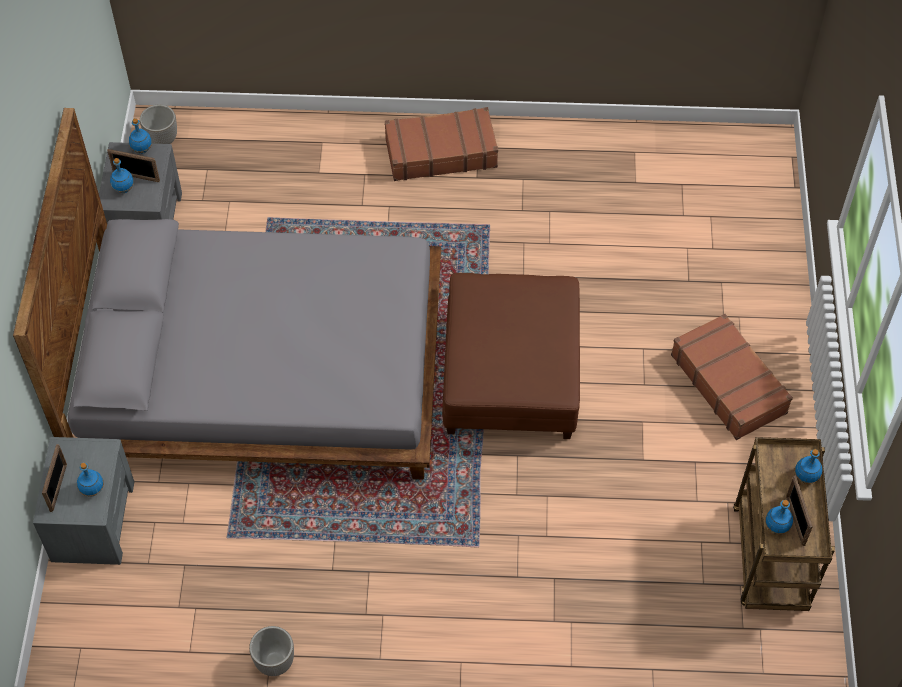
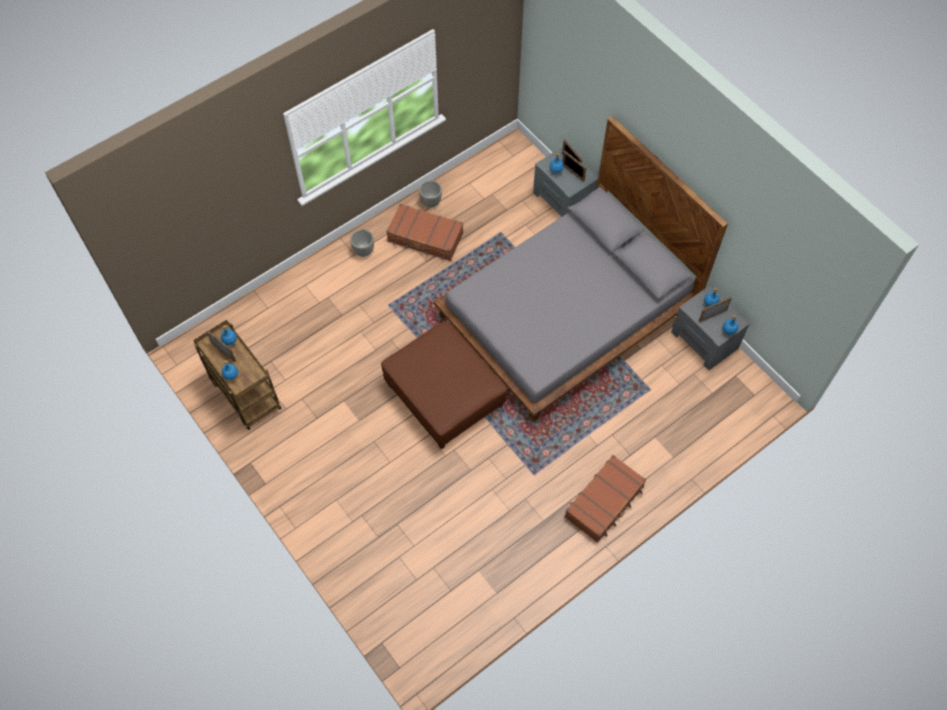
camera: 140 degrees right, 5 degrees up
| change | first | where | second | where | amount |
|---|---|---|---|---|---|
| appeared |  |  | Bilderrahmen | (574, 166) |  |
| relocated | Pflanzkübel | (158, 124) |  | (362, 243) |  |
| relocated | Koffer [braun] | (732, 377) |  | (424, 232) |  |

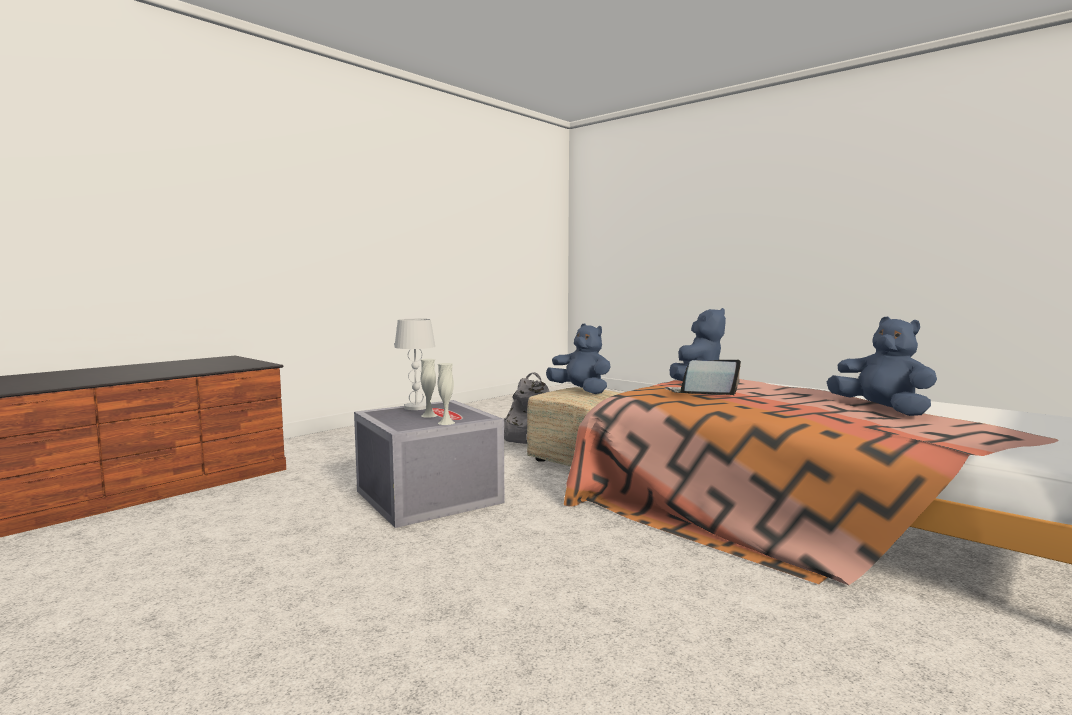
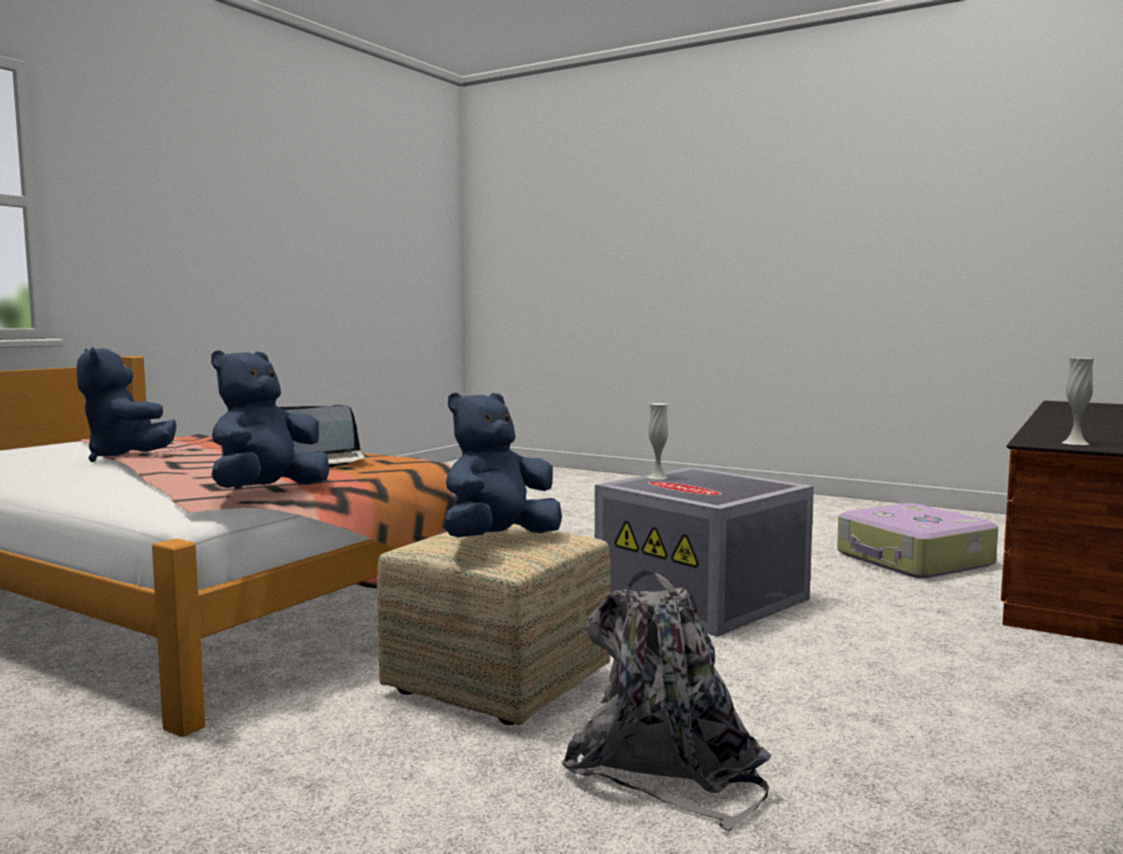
camera: 170 degrees right, 0 degrees up
| change | first | where | second | where | amount |
|---|---|---|---|---|---|
| missing | Tischlampe [weiß] | (414, 364) |  |  |  |
| appeared |  |  | Koffer | (917, 540) |  |
| relocated | Vase [weiß] | (429, 388) |  | (1078, 401) |  |
| spun | Plüschtier [blau] | (578, 358) |  | (503, 464) | 105 degrees clockwise |

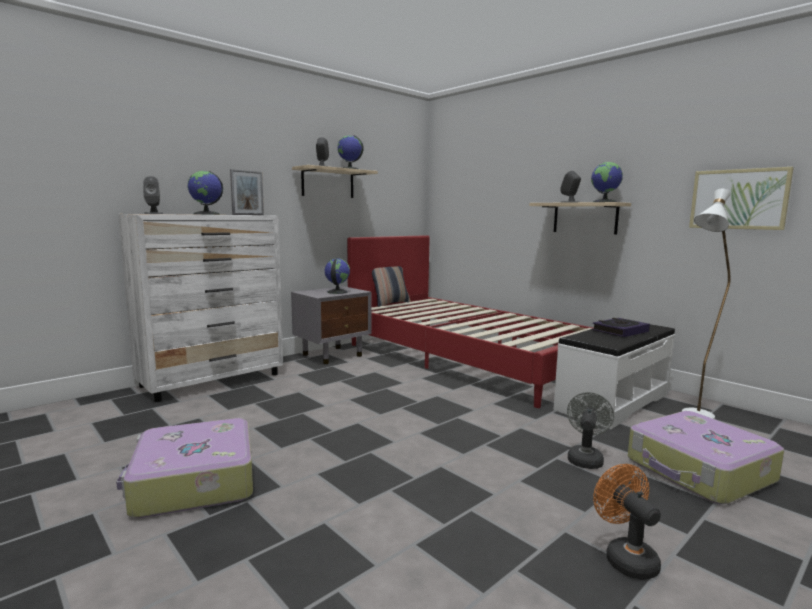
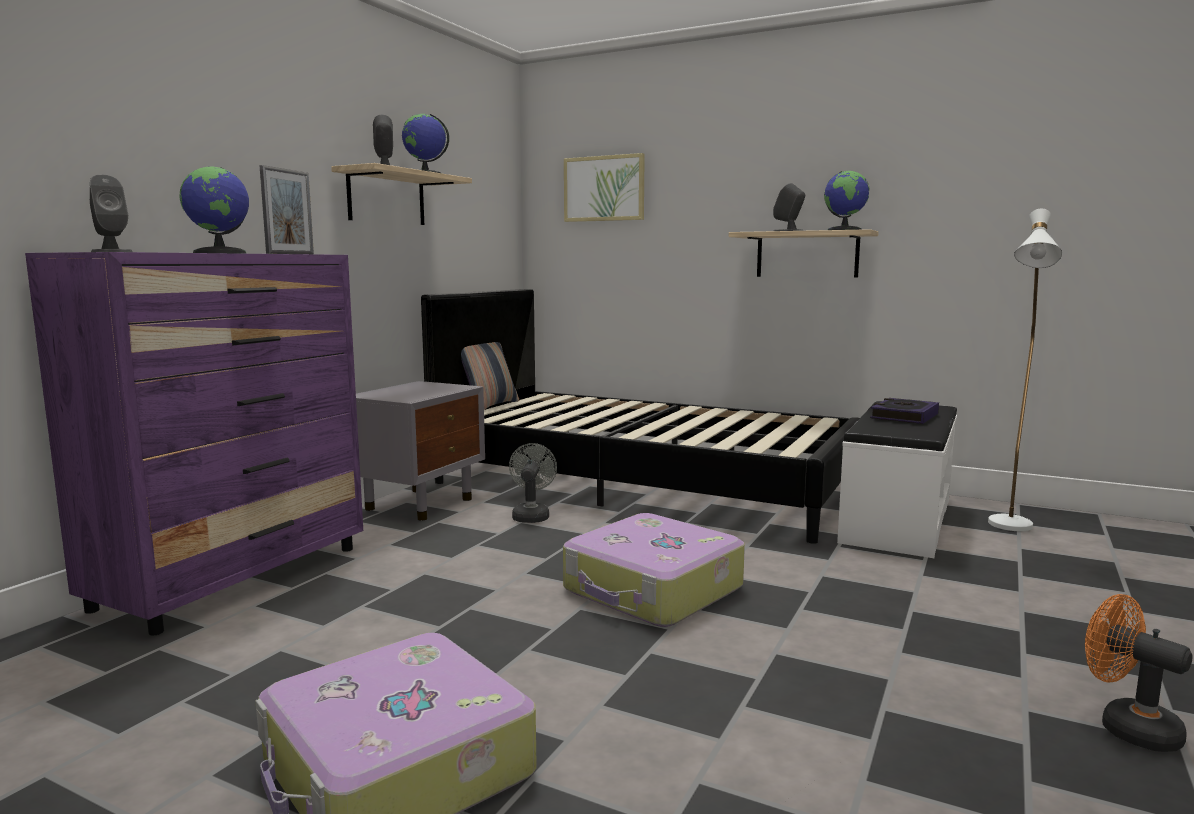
camera: 20 degrees left, 0 degrees up
| change | first | where | second | where | amount |
|---|---|---|---|---|---|
| missing | Globus | (337, 276) |  |  |  |
| relocated | Ventilator [grau] | (590, 430) |  | (533, 483) |  |
| relocated | Koffer | (706, 458) |  | (654, 570) |  |
| relocated | Bild | (741, 198) |  | (604, 187) |  |
| colour | Kommode [weiß] | (200, 308) | Kommode [lila] | (194, 443) |  |
| colour | Bett [rot] | (470, 321) | Bett [schwarz] | (640, 416) |  |

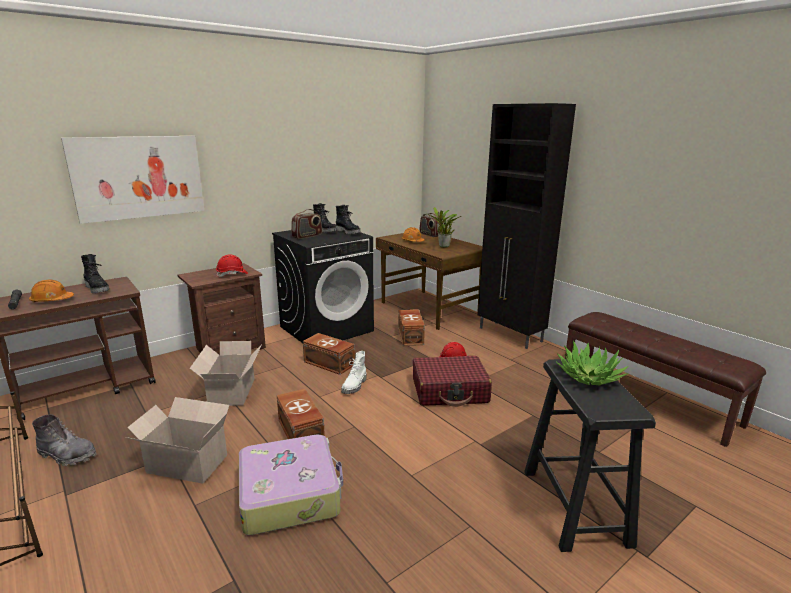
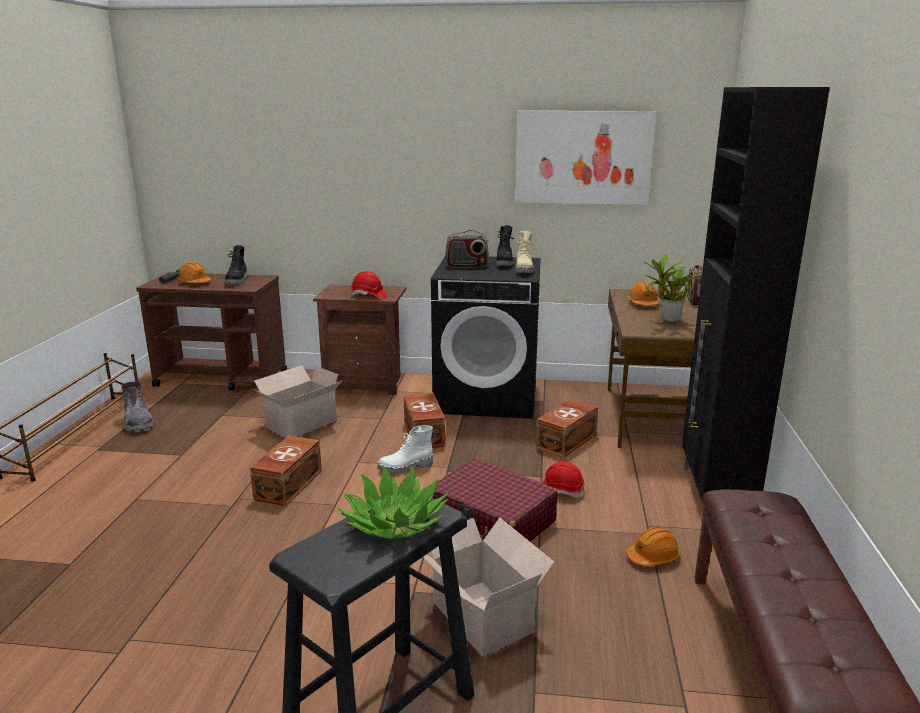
camera: 45 degrees right, 0 degrees up
| change | first | where | second | where | amount |
|---|---|---|---|---|---|
| missing | Koffer | (291, 485) |  |  |  |
| appeared |  |  | Schutzhelm [orange] | (653, 546) |  |
| relocated | Bild | (132, 180) |  | (585, 158) |  |
| relocated | Karton | (177, 440) |  | (488, 587) |  |
| colour | Stiefel [schwarz] | (348, 219) | Stiefel [beige] | (524, 252) |  |

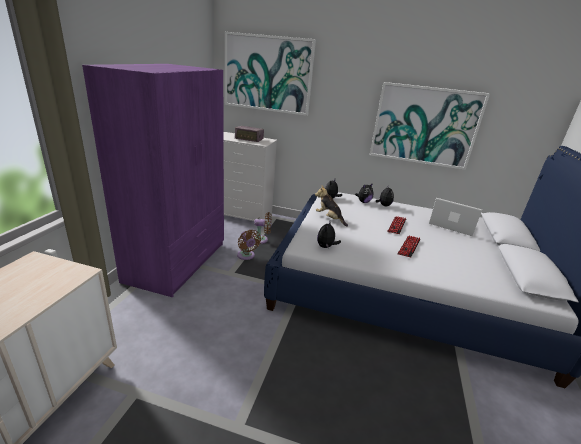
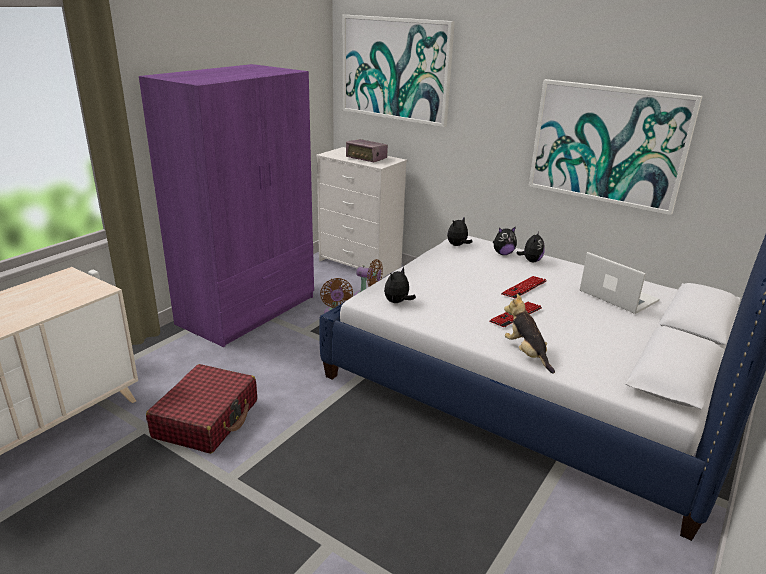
camera: 20 degrees right, 0 degrees up
| change | first | where | second | where | amount |
|---|---|---|---|---|---|
| appeared |  |  | Koffer [rot] | (201, 409) |  |
| relocated | Plüschtier | (331, 206) |  | (529, 334) |  |

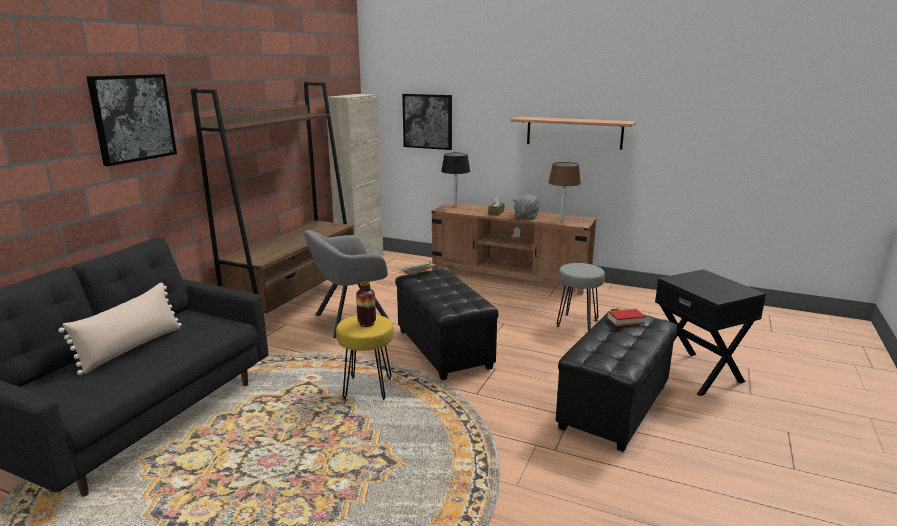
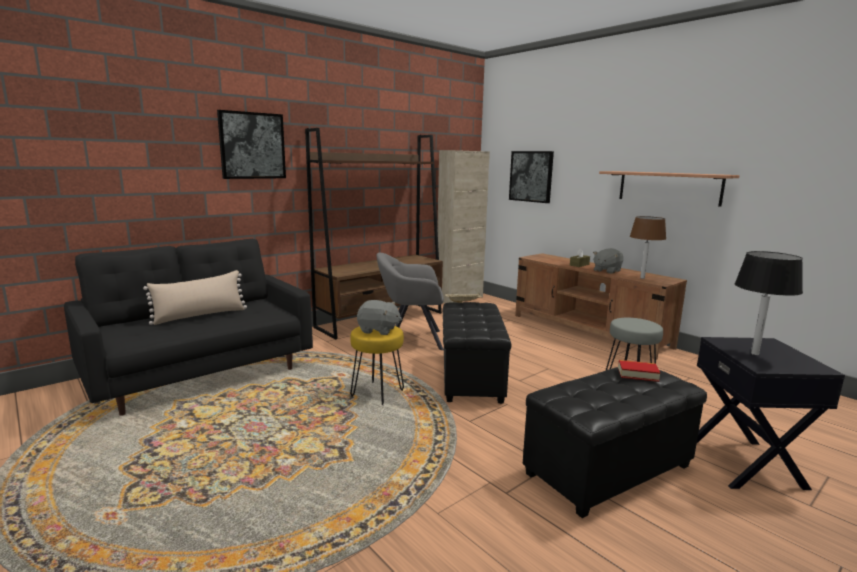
camera: 25 degrees right, 5 degrees down
| change | first | where | second | where | amount |
|---|---|---|---|---|---|
| relocated | Tischlampe [schwarz] | (455, 179) |  | (769, 303) |  |
| exchanged | Vase | (366, 304) | Plüschtier [grau] | (379, 317) |  |

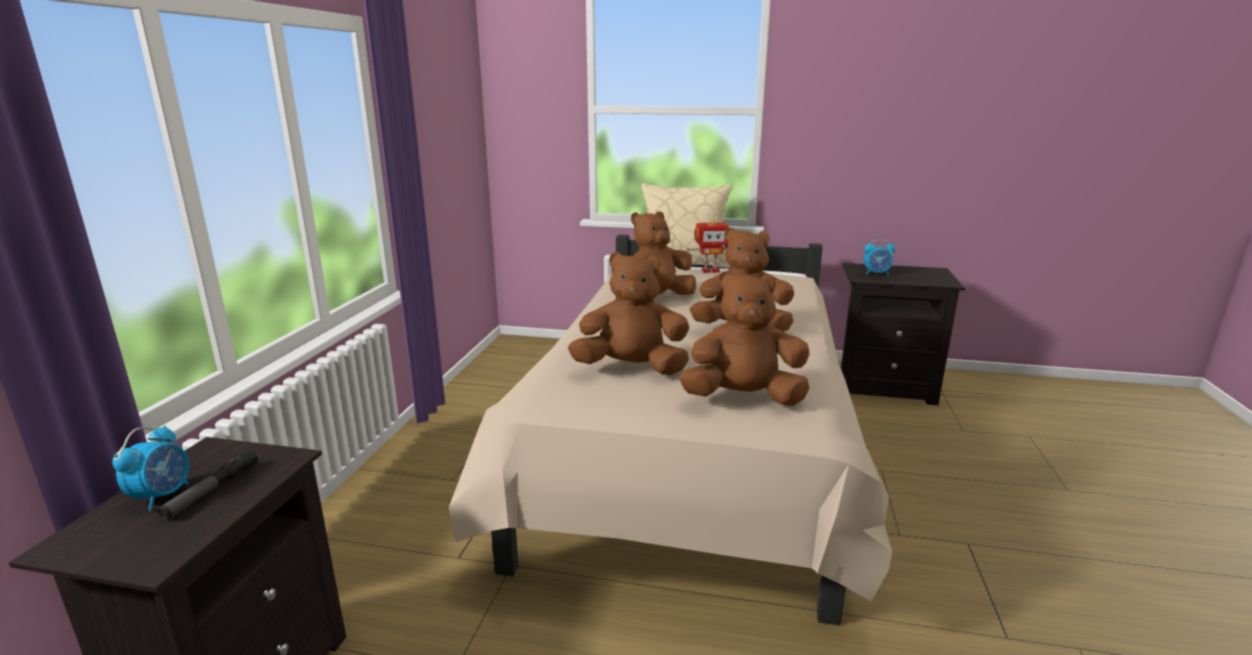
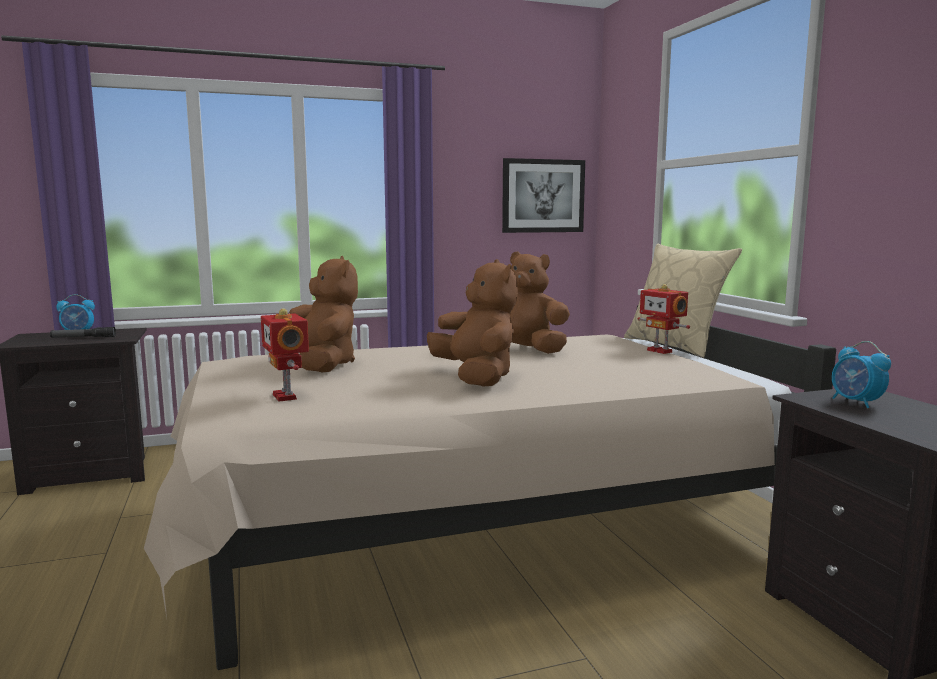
camera: 60 degrees right, 10 degrees down
| change | first | where | second | where | amount |
|---|---|---|---|---|---|
| appeared |  |  | Bild | (543, 195) |  |
| exchanged | Plüschtier [braun] | (744, 338) | Spielzeugroboter | (285, 355) |  |

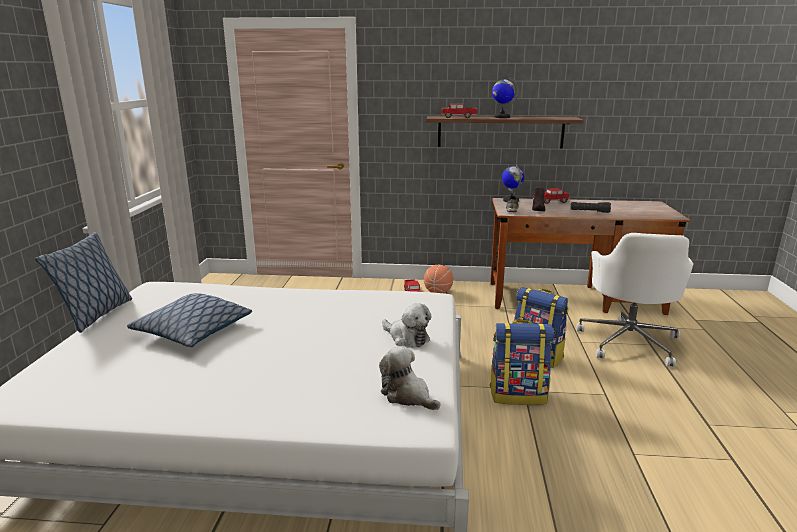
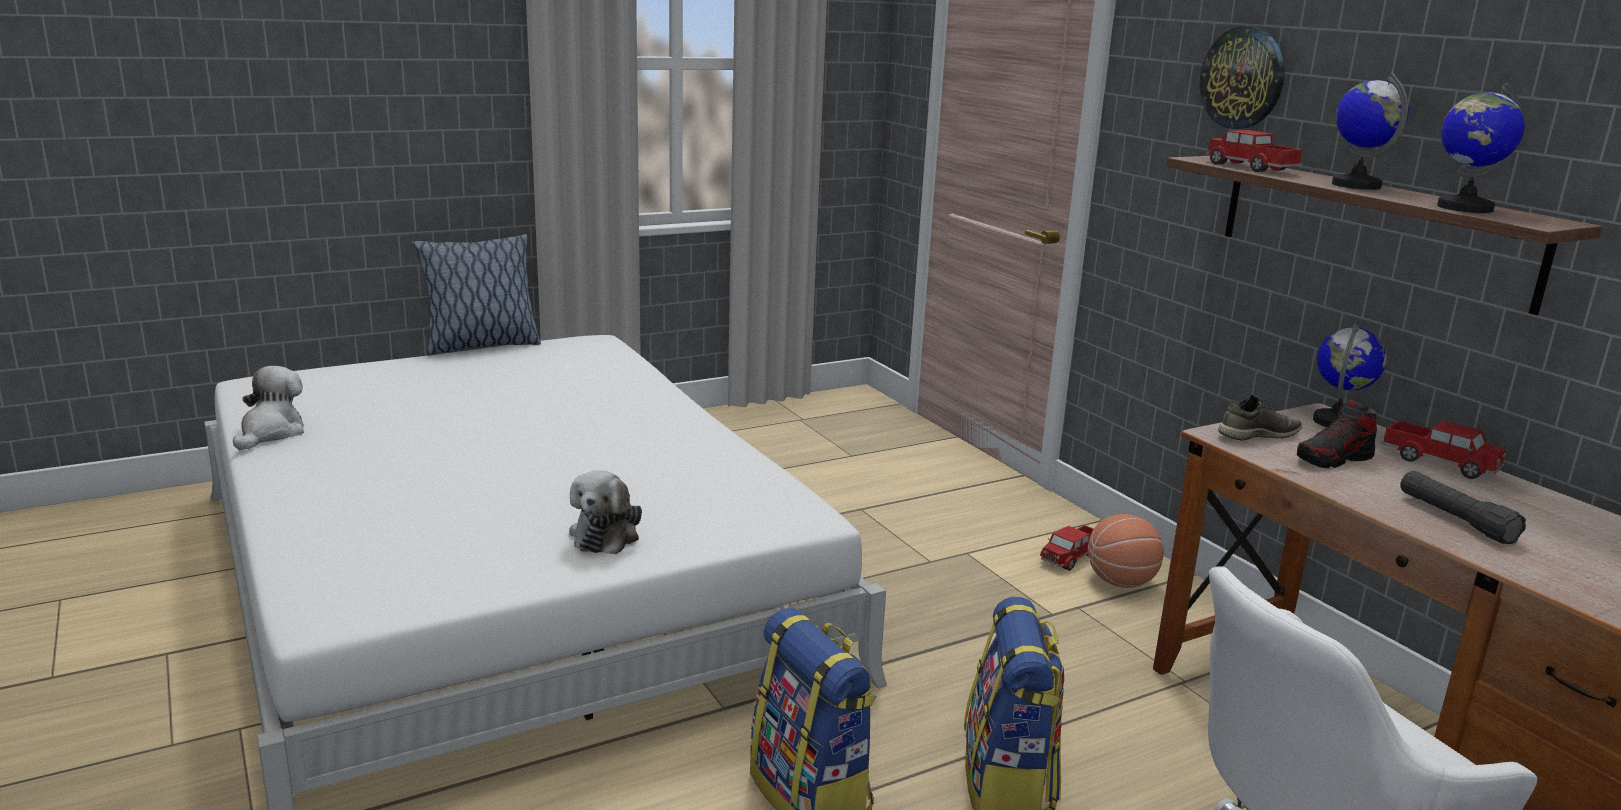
camera: 55 degrees right, 0 degrees up
| change | first | where | second | where | amount |
|---|---|---|---|---|---|
| missing | Kissen | (189, 320) |  |  |  |
| appeared |  |  | Wanduhr | (1242, 77) |  |
| appeared |  |  | Globus | (1481, 148) |  |
| relocated | Plüschtier | (410, 378) |  | (268, 408) |  |

